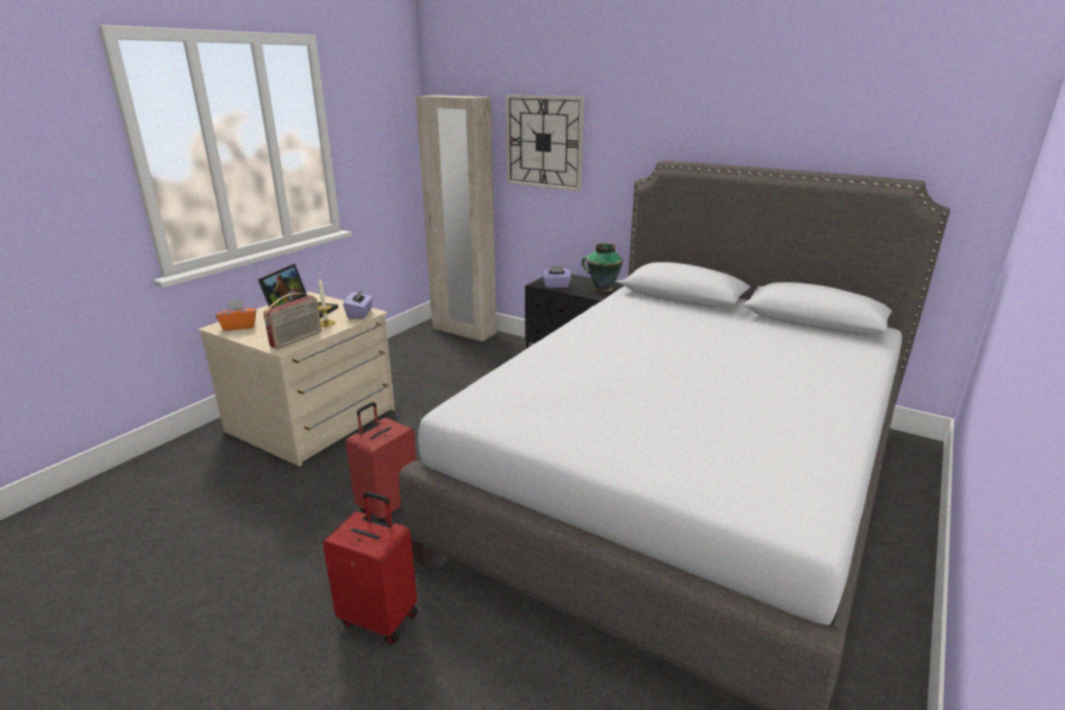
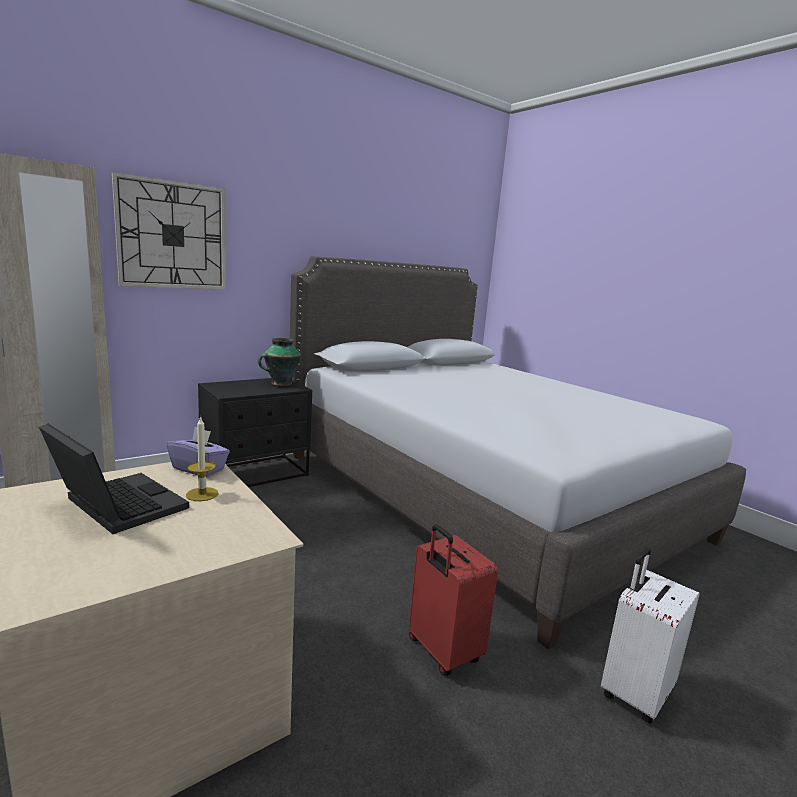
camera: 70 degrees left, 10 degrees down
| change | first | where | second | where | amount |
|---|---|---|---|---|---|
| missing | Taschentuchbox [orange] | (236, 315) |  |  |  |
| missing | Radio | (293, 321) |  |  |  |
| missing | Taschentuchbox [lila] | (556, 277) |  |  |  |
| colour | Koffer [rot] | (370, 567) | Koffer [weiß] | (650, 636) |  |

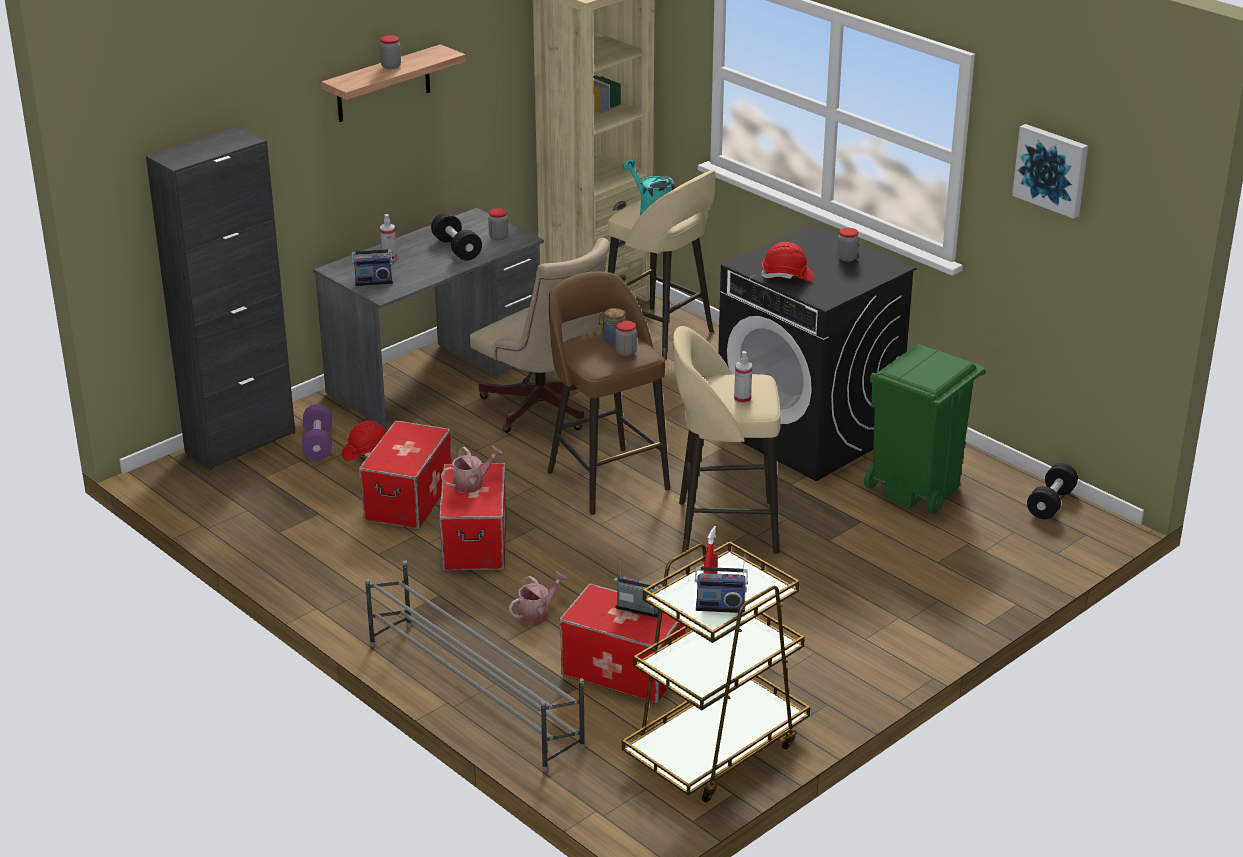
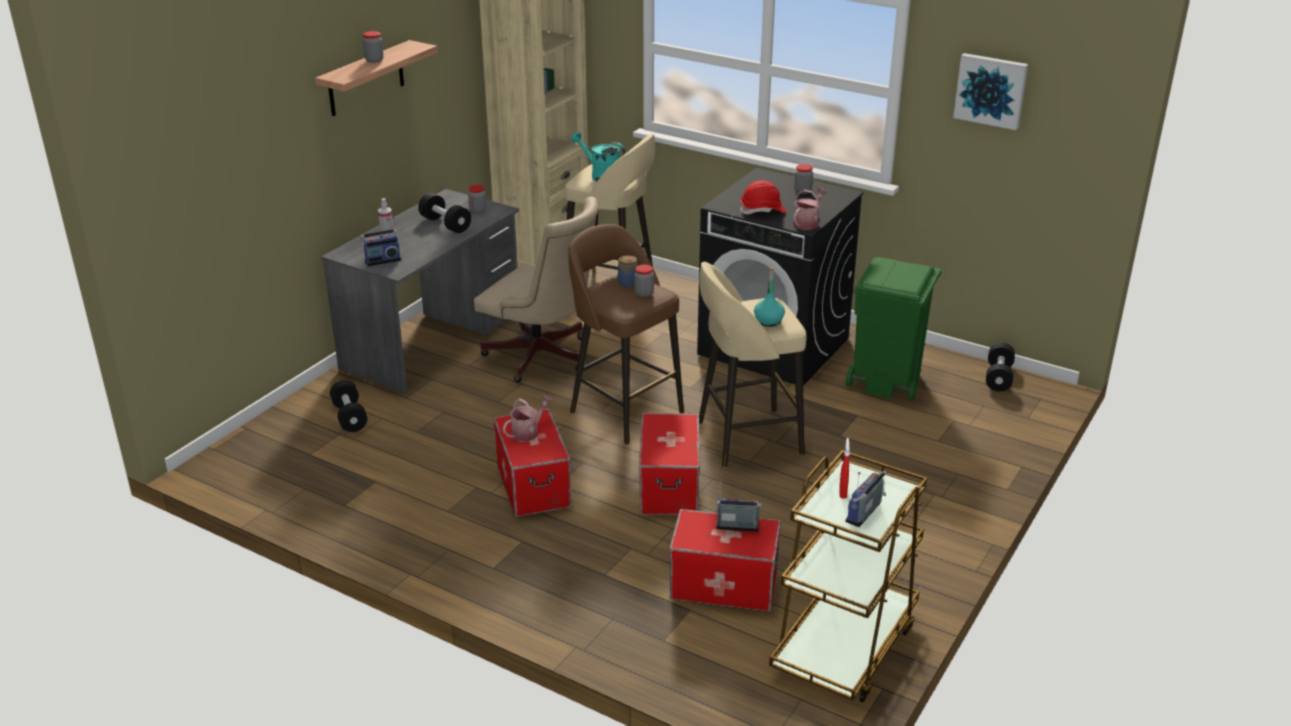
camera: 15 degrees left, 0 degrees up
| change | first | where | second | where | amount |
|---|---|---|---|---|---|
| missing | Schrank [schwarz] | (221, 298) |  |  |  |
| missing | Schutzhelm [rot] | (364, 441) |  |  |  |
| missing | Schuhregal [grau] | (475, 665) |  |  |  |
| relocated | Aufbewahrungsbox | (405, 475) |  | (669, 464) |  |
| relocated | Gießkanne | (538, 597) |  | (810, 209) |  |
| exchanged | Sprühflasche | (743, 377) | Flasche [türkis] | (769, 297) |  |
| colour | Hantel [lila] | (317, 432) | Hantel [schwarz] | (348, 406) |  |
| spun | Radio | (721, 584) |  | (866, 499) | 135 degrees clockwise |

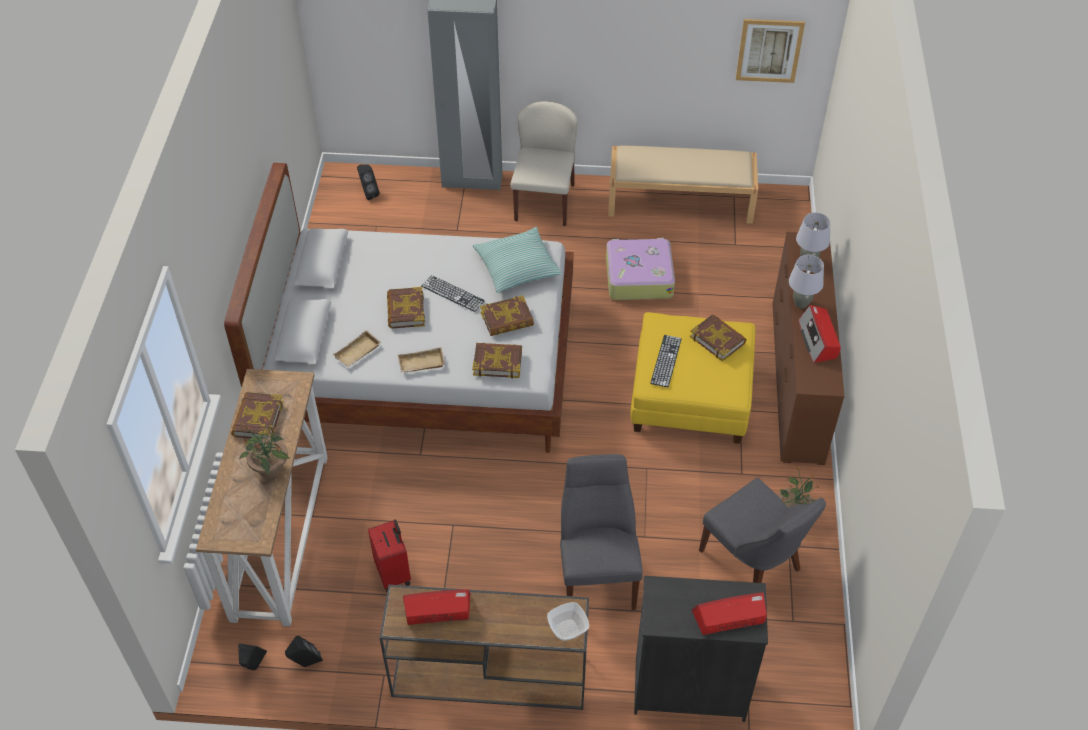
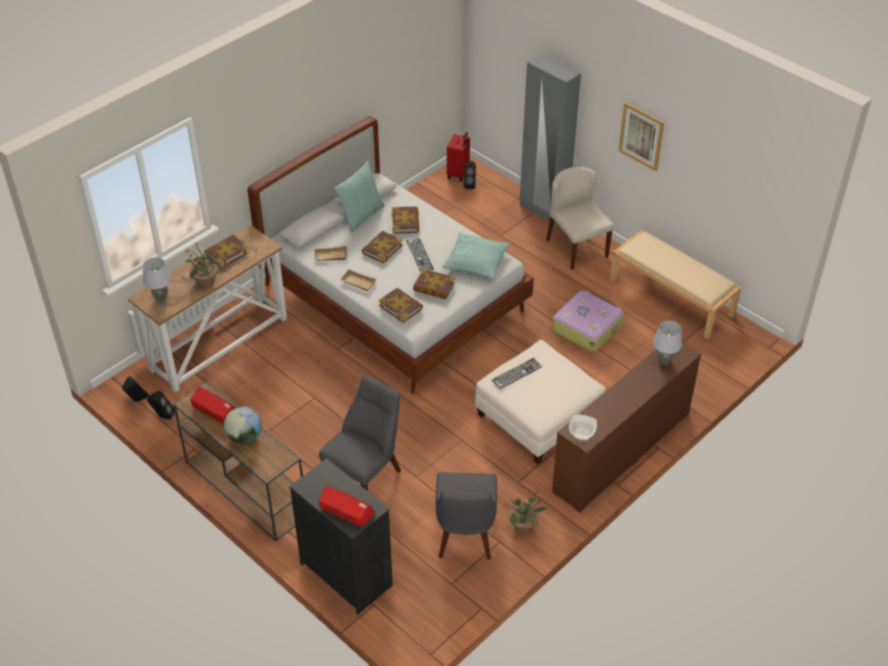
camera: 40 degrees right, 5 degrees down
| change | first | where | second | where | amount |
|---|---|---|---|---|---|
| missing | Radio | (819, 334) |  |  |  |
| appeared |  |  | Globus | (243, 425) |  |
| appeared |  |  | Kissen | (359, 197) |  |
| relocated | Koffer [rot] | (389, 555) |  | (458, 156) |  |
| relocated | Schüssel | (568, 621) |  | (583, 428) |  |
| relocated | Buch | (718, 338) |  | (405, 220) |  |
| relocated | Bild | (770, 51) |  | (641, 136) |  |
| relocated | Tischlampe [grau] | (806, 281) |  | (157, 279) |  |
| colour | Polsterhocker [gelb] | (692, 378) | Polsterhocker [weiß] | (540, 402) |  |
| spun | Stuhl [beige] | (544, 163) |  | (580, 218) | 75 degrees counterclockwise |

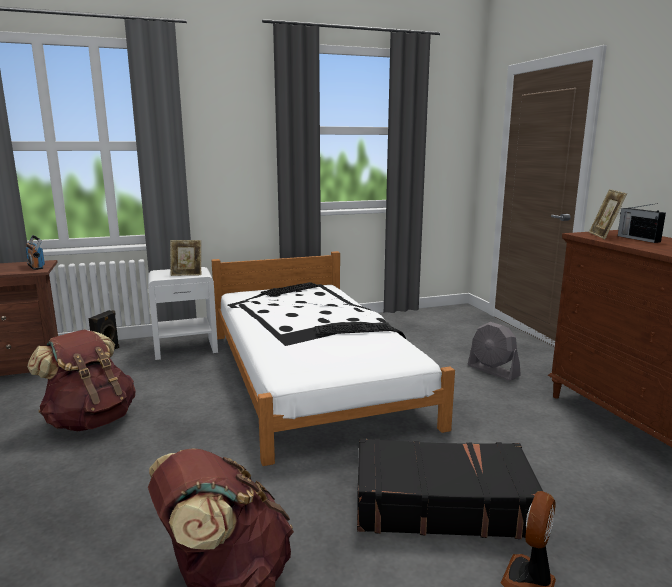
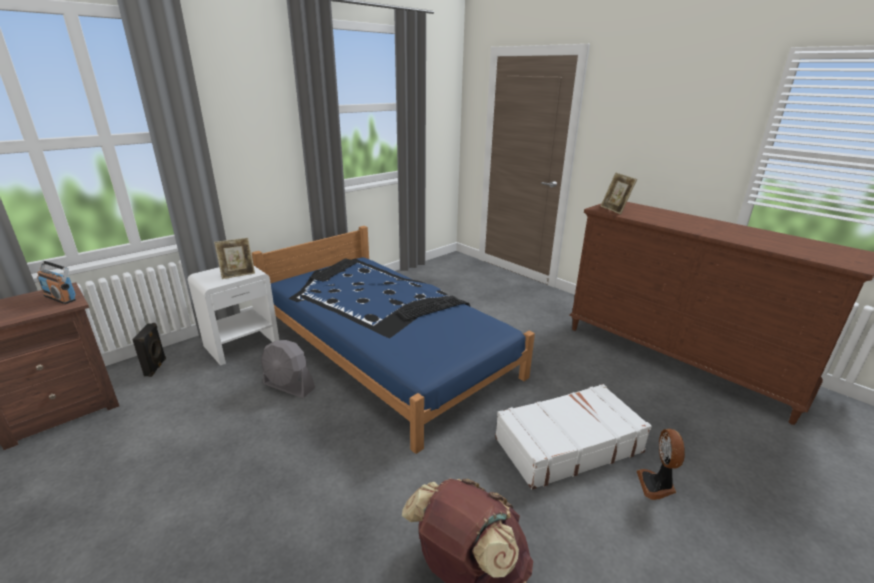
camera: 25 degrees left, 10 degrees up
| change | first | where | second | where | amount |
|---|---|---|---|---|---|
| missing | Rucksack [braun] | (81, 380) |  |  |  |
| missing | Radio | (642, 223) |  |  |  |
| relocated | Ventilator [grau] | (494, 351) |  | (288, 369) |  |
| colour | Bett [weiß] | (333, 358) | Bett [blau] | (393, 340) |  |
| colour | Koffer [schwarz] | (450, 488) | Koffer [weiß] | (573, 437) |  |

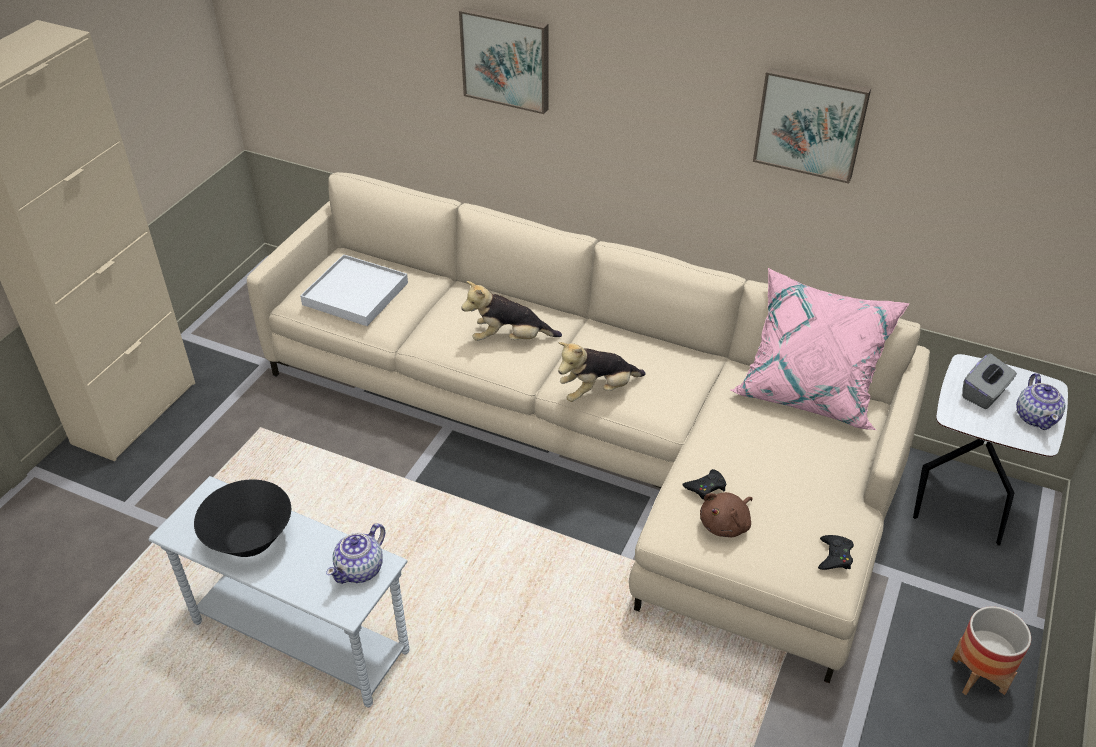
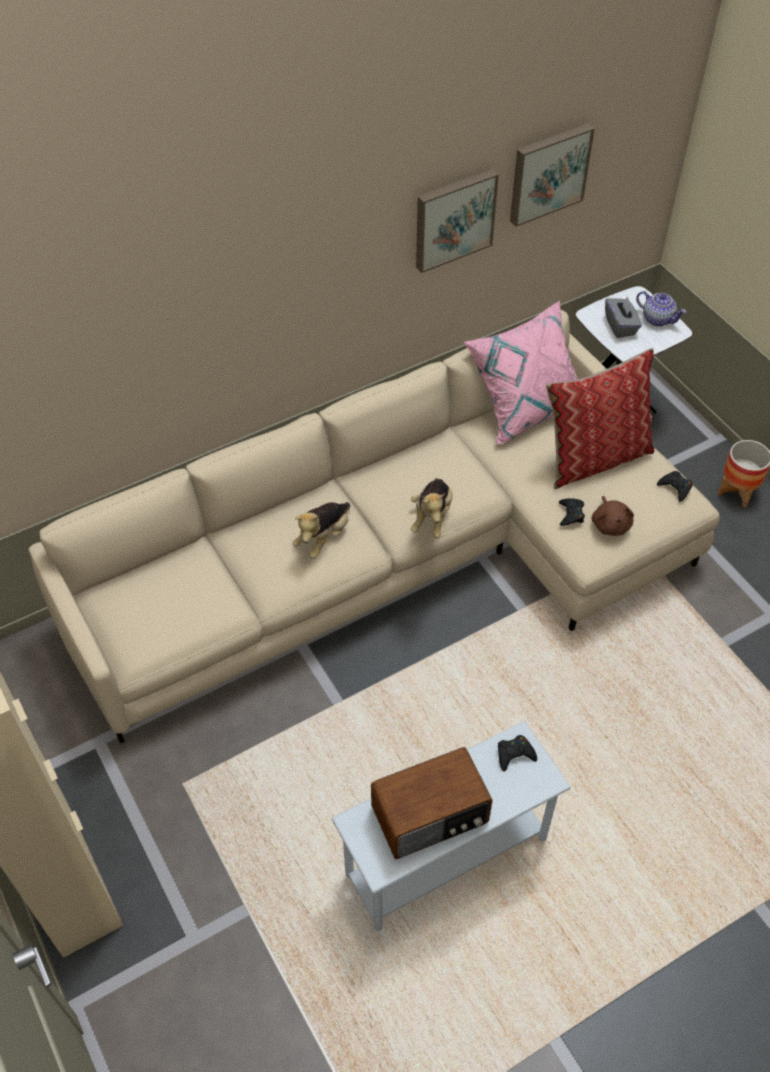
camera: 55 degrees left, 10 degrees up
| change | first | where | second | where | amount |
|---|---|---|---|---|---|
| missing | Tablett [weiß] | (354, 290) |  |  |  |
| appeared |  |  | Kissen | (600, 418) |  |
| relocated | Bild | (504, 60) |  | (552, 175) |  |
| exchanged | Schüssel [schwarz] | (242, 518) | Radio | (431, 803) |  |
| exchanged | Teekanne | (355, 553) | Gamepad [schwarz] | (517, 753) |  |

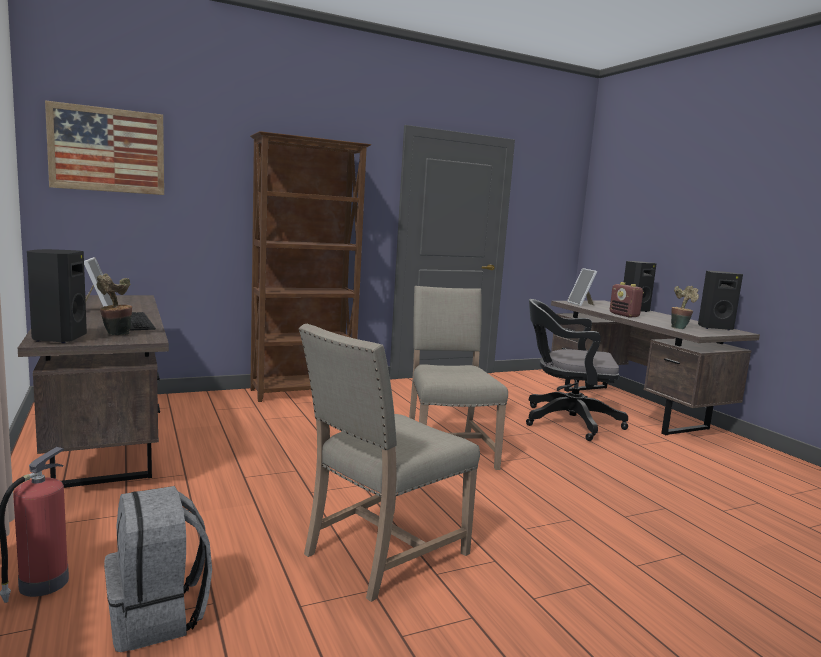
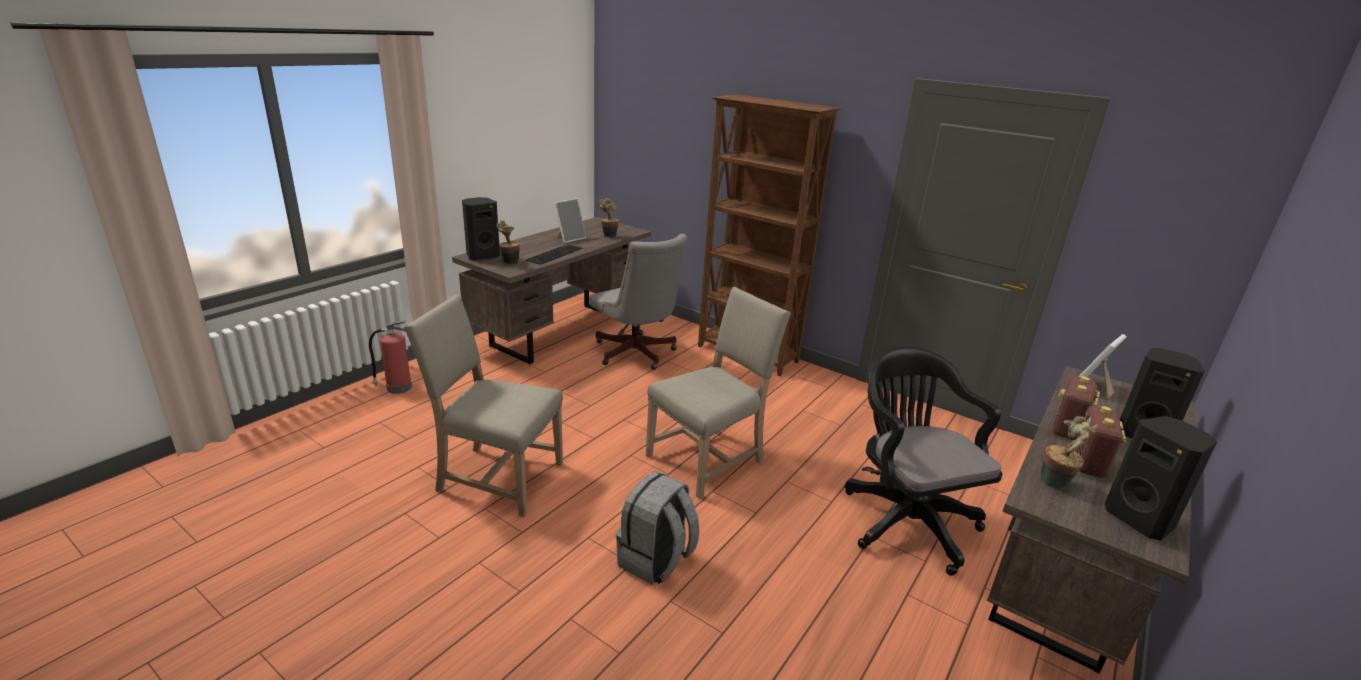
camera: 60 degrees right, 15 degrees up
| change | first | where | second | where | amount |
|---|---|---|---|---|---|
| missing | Bild | (104, 147) |  |  |  |
| appeared |  |  | Bürostuhl [grau] | (638, 302) |  |
| appeared |  |  | Topfpflanze | (609, 218) |  |
| appeared |  |  | Radio | (1100, 442) |  |
| relocated | Rucksack [grau] | (158, 569) |  | (658, 528) |  |

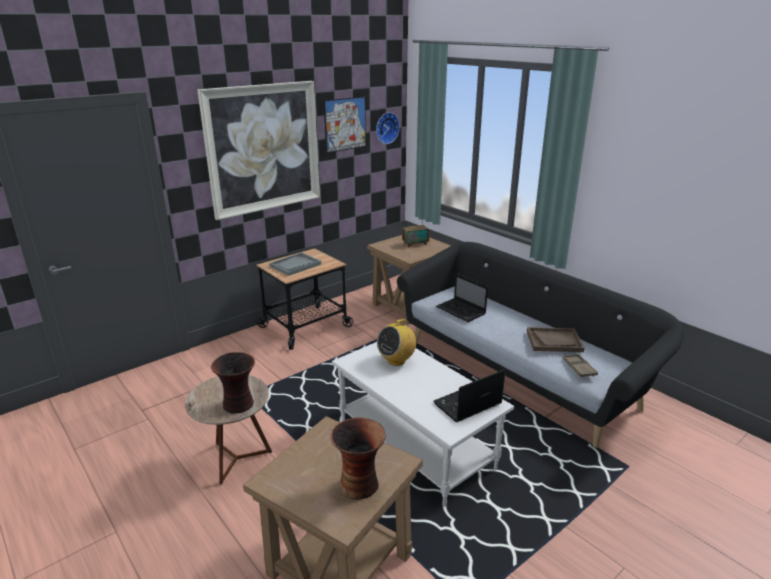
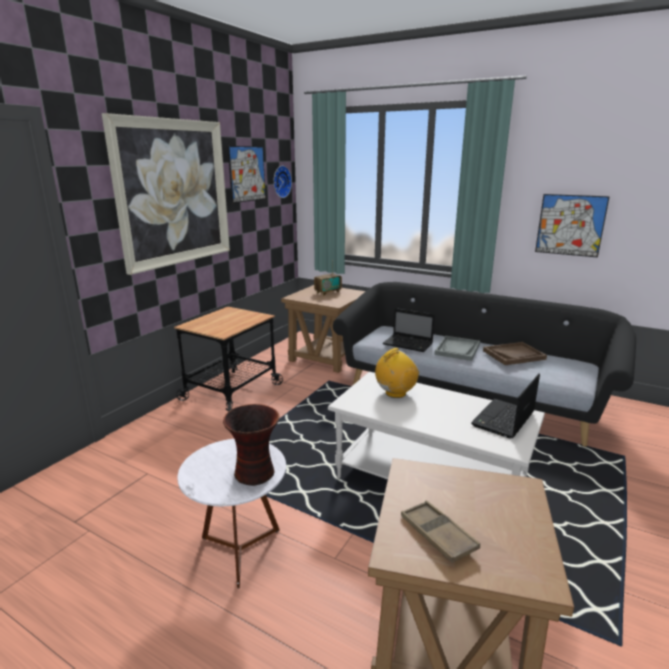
camera: 20 degrees left, 5 degrees down
| change | first | where | second | where | amount |
|---|---|---|---|---|---|
| missing | Vase | (358, 459) |  |  |  |
| appeared |  |  | Bild | (572, 225) |  |
| relocated | Tablett [grau] | (295, 264) |  | (457, 348) |  |
| relocated | Tablett [braun] | (580, 366) |  | (440, 532) |  |
| colour | Beistelltisch [braun] | (228, 430) | Beistelltisch [weiß] | (231, 513) |  |
| spun | Radio | (396, 342) |  | (397, 373) | 150 degrees counterclockwise |

